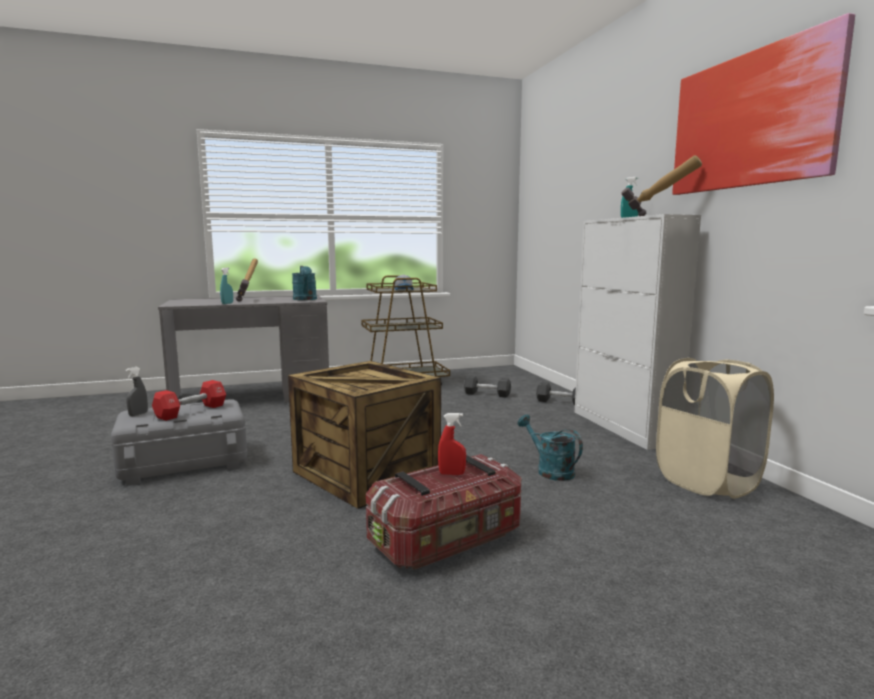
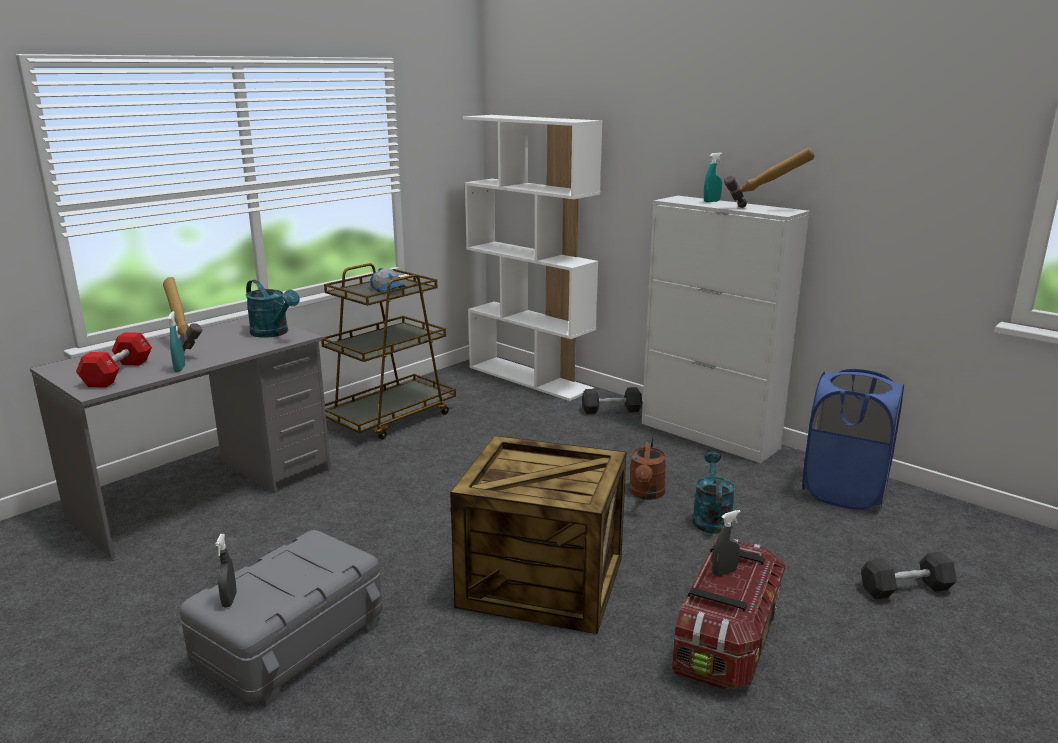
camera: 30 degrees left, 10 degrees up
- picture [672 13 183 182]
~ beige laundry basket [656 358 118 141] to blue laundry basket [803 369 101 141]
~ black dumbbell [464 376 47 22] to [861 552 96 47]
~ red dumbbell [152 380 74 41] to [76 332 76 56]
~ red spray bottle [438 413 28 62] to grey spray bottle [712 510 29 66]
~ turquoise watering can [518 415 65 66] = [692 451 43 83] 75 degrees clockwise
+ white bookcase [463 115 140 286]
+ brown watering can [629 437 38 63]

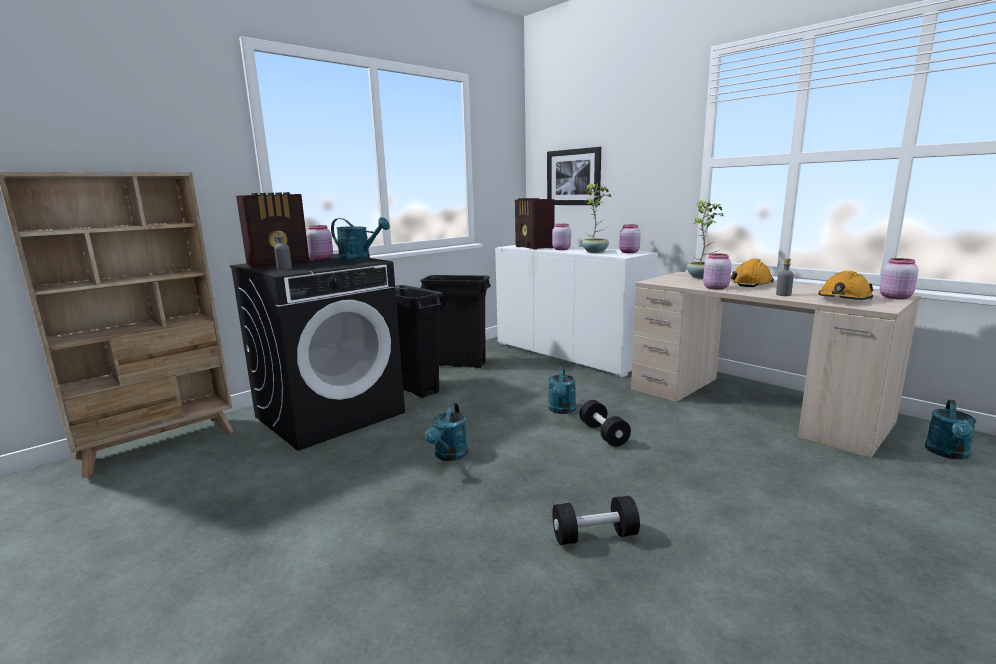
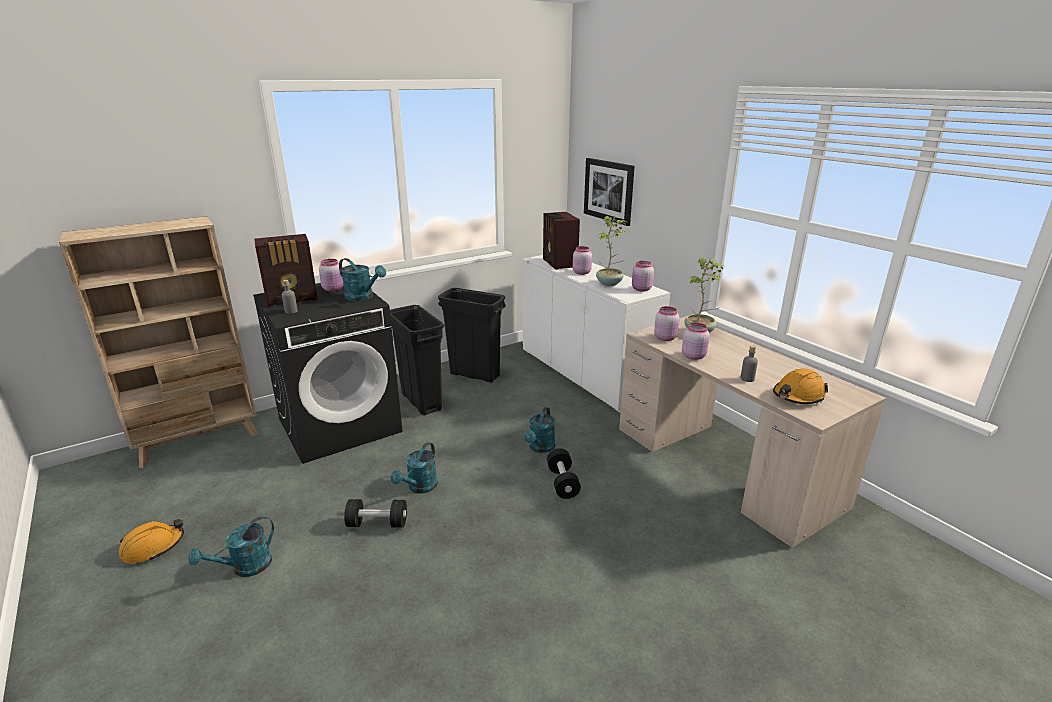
camera: 10 degrees right, 10 degrees up
~ pink jar [879 258 40 41] to [654 306 26 35]
~ orange hard hat [731 259 43 28] to [119 519 65 45]
~ turquoise watering can [925 400 52 60] to [188 516 86 61]
~ black dumbbell [552 496 88 49] to [344 499 63 29]

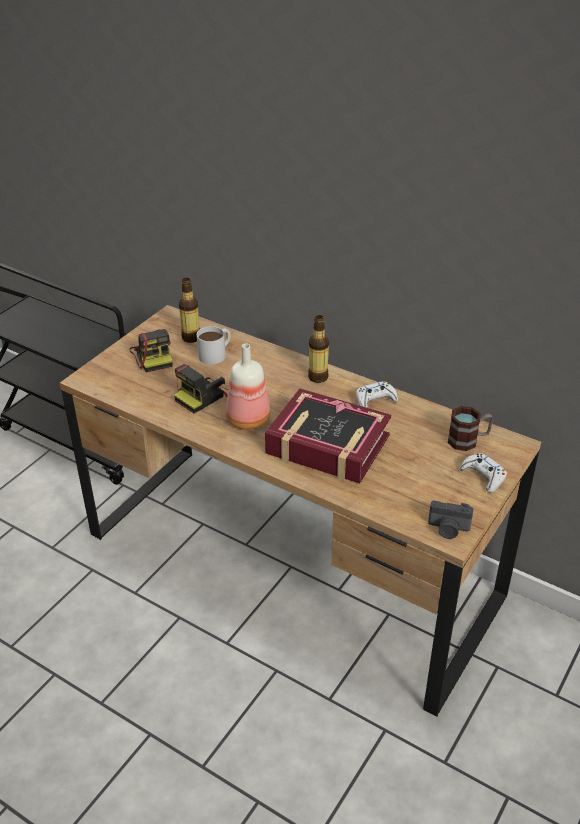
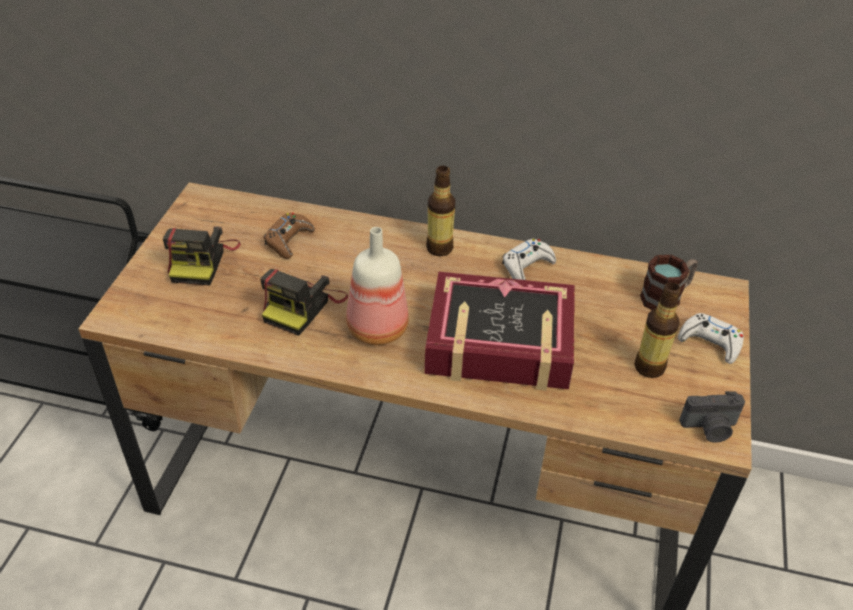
camera: 20 degrees left, 5 degrees up
~ bottle [179 278 21 65] to [634 282 47 96]
~ white mug [197 326 33 38] to brown game controller [264 212 51 47]
~ photo camera [130 329 42 44] = [163 226 78 59] 45 degrees clockwise

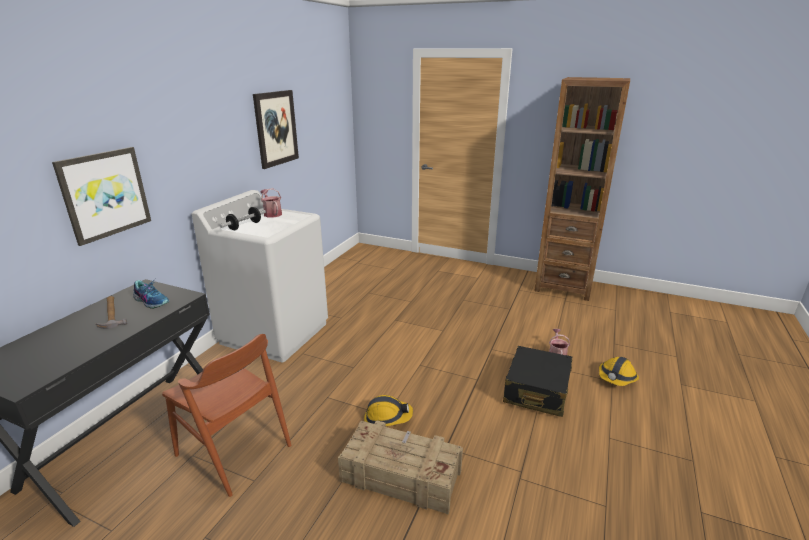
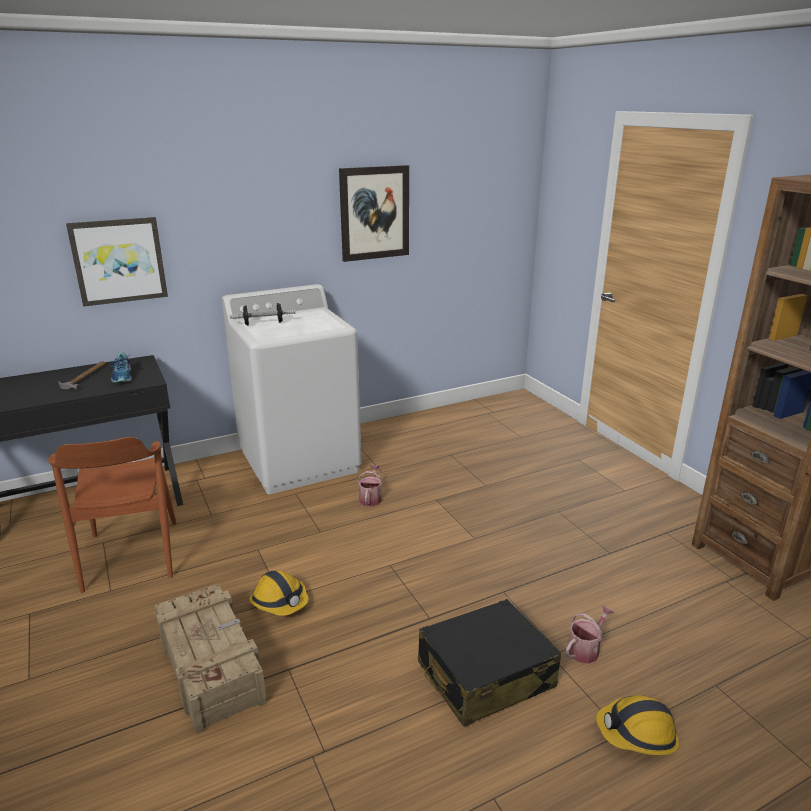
camera: 40 degrees right, 0 degrees up
~ watering can [261 188 21 30] to [358 465 25 42]

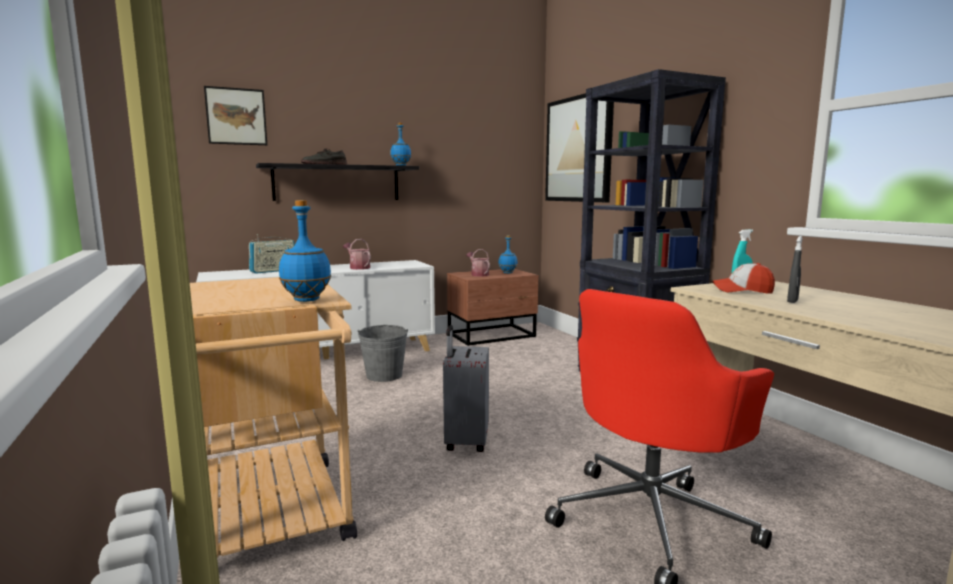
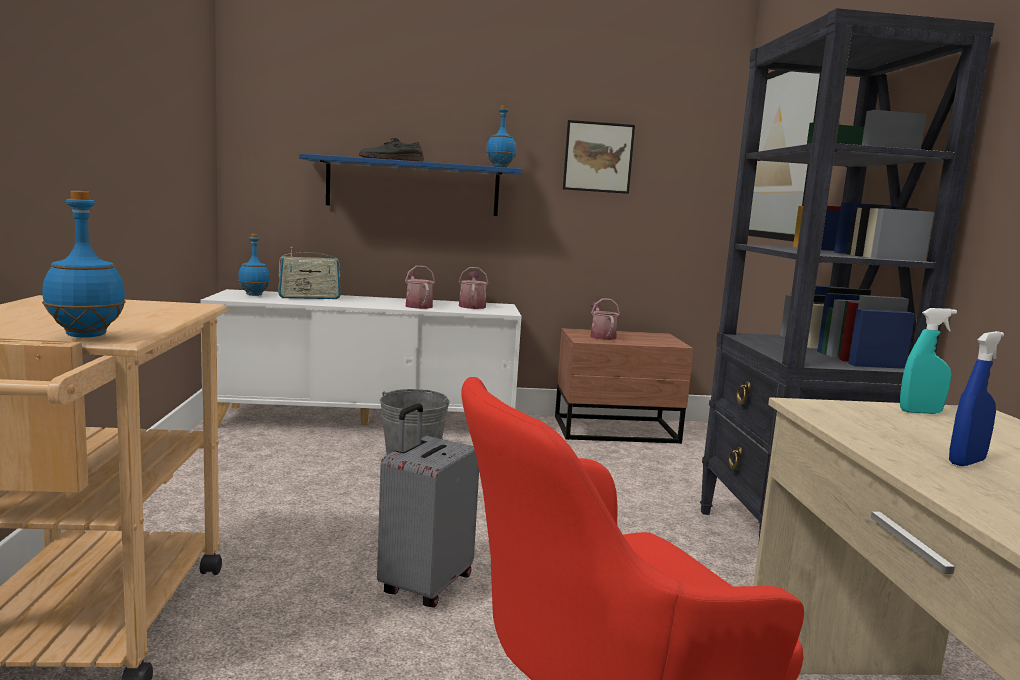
camera: 20 degrees right, 0 degrees up
~ picture [204 86 63 59] to [563 120 72 74]
~ black shelf [256 163 163 38] to blue shelf [299 153 223 63]
~ blue bottle [499 235 19 39] to [238 234 32 62]
~ grey spray bottle [787 236 16 67] to blue spray bottle [949 331 55 135]
- cap [713 263 62 31]
+ watering can [459 267 30 42]

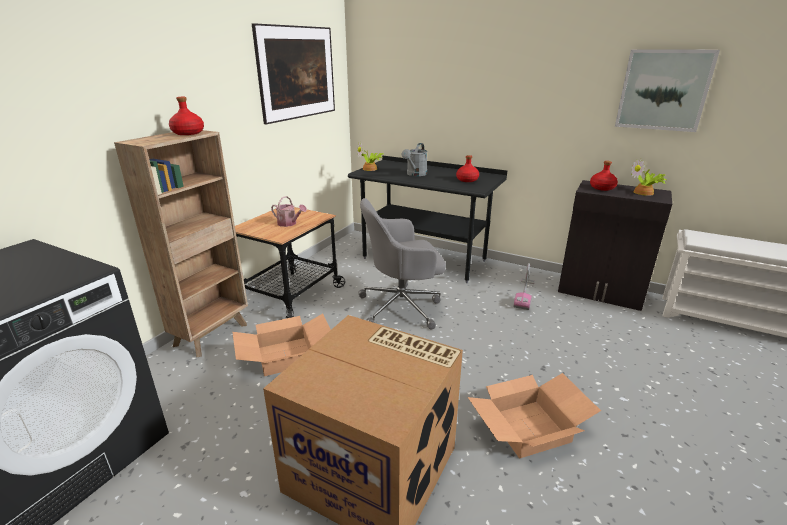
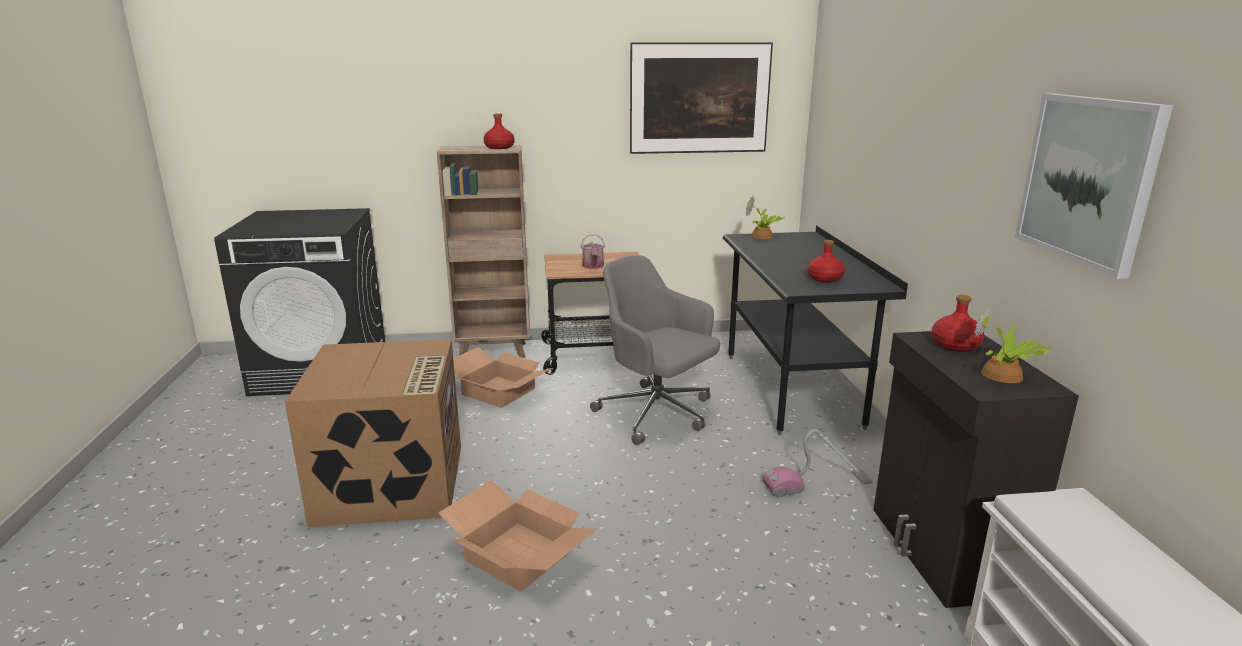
camera: 55 degrees right, 5 degrees down
- grey watering can [402 143 25 33]

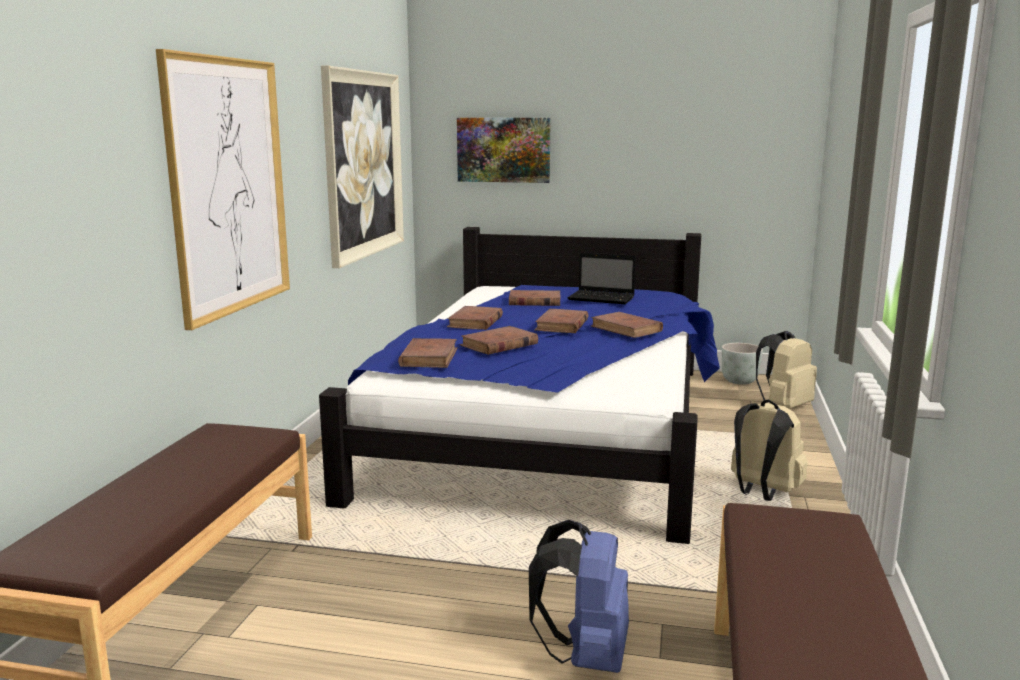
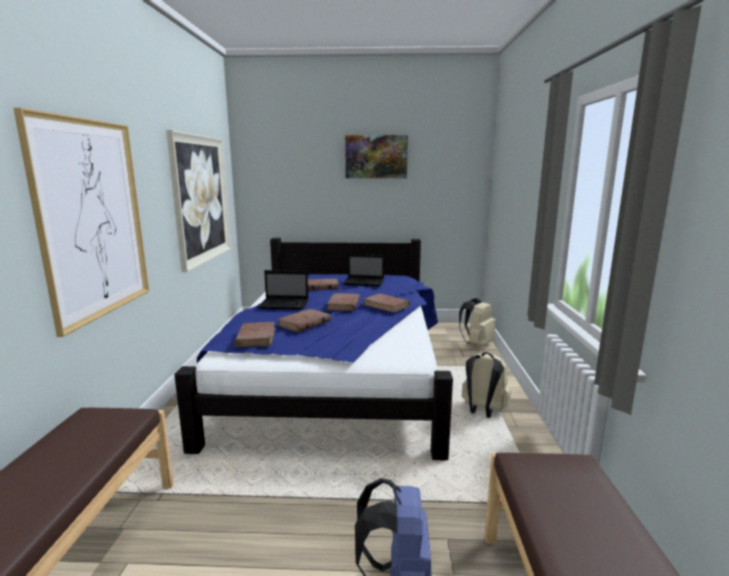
camera: 10 degrees left, 0 degrees up
~ picture [457 118 94 65] to [345 135 63 43]
~ brown book [447 306 56 24] to laptop [258 270 51 40]
- grey planter [722 343 41 42]

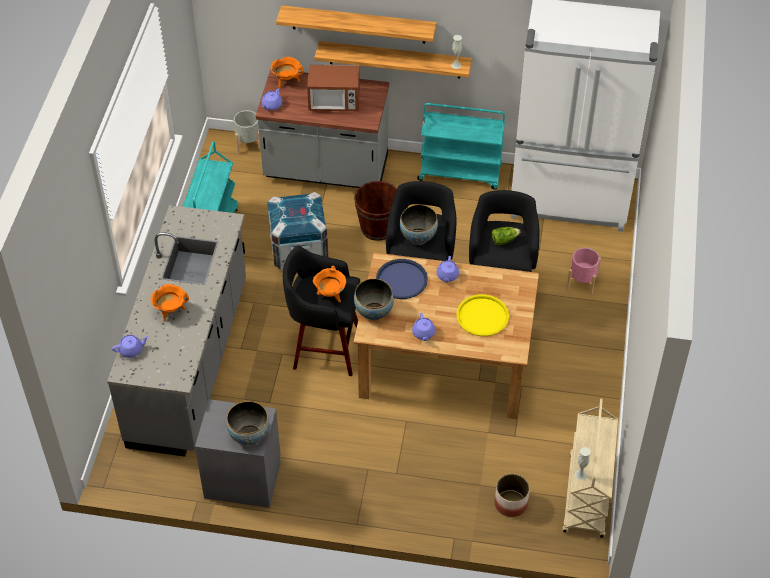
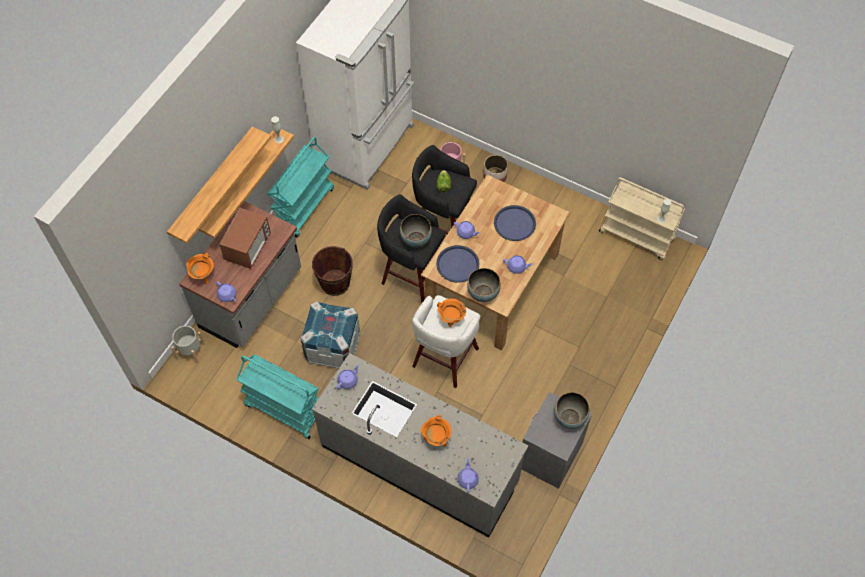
camera: 70 degrees left, 10 degrees up
~ black stool [283 245 77 131] to white stool [412 295 68 93]
~ yellow tray [456 294 53 42] to blue tray [494 205 42 36]
~ planter [494 474 36 43] to [483 155 25 27]
+ purple teapot [336 364 23 25]

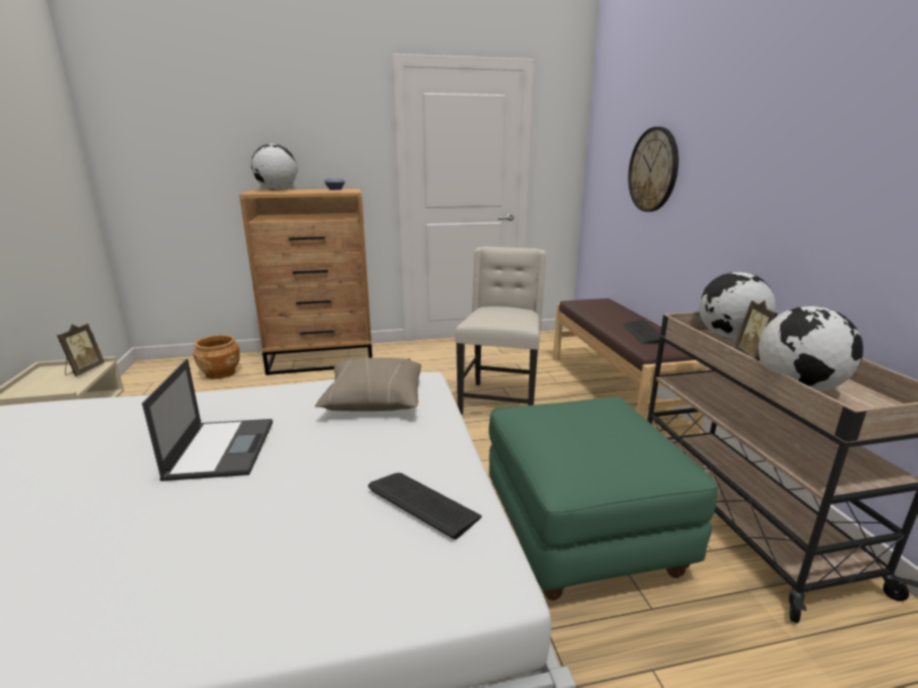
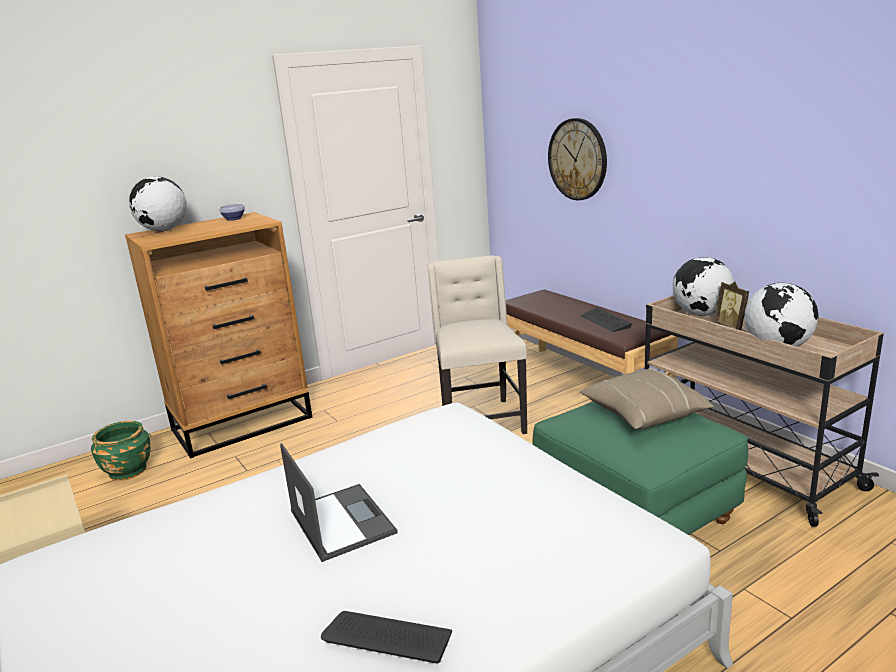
camera: 20 degrees left, 0 degrees up
- picture frame [57 324 48 52]
~ brown planter [193 335 47 44] to green planter [91 421 59 60]
~ beige pillow [315 358 106 53] to [579 368 135 62]
~ keyboard [368 473 114 67] to [321 611 131 53]

